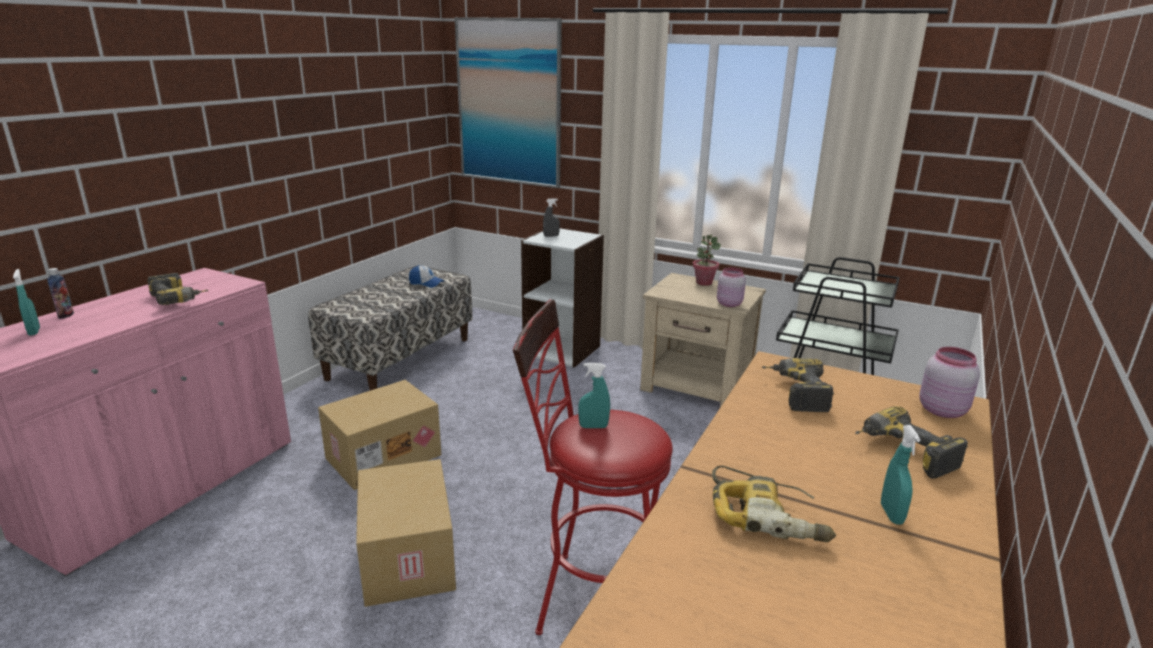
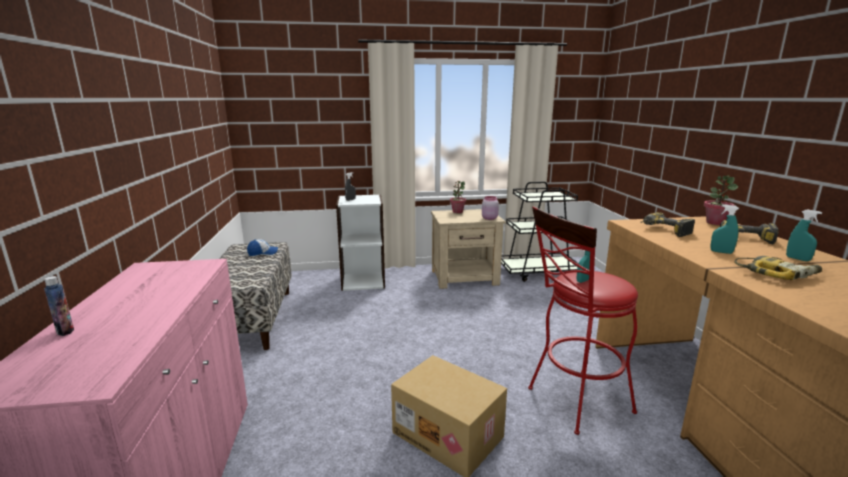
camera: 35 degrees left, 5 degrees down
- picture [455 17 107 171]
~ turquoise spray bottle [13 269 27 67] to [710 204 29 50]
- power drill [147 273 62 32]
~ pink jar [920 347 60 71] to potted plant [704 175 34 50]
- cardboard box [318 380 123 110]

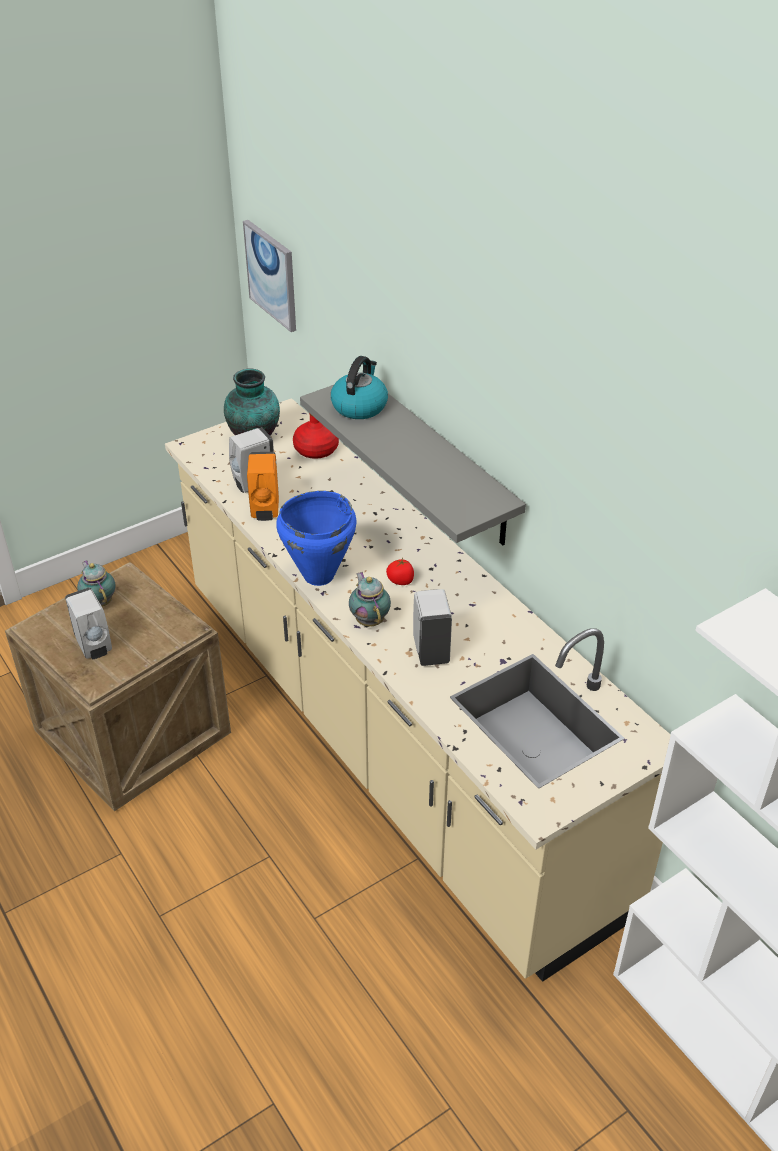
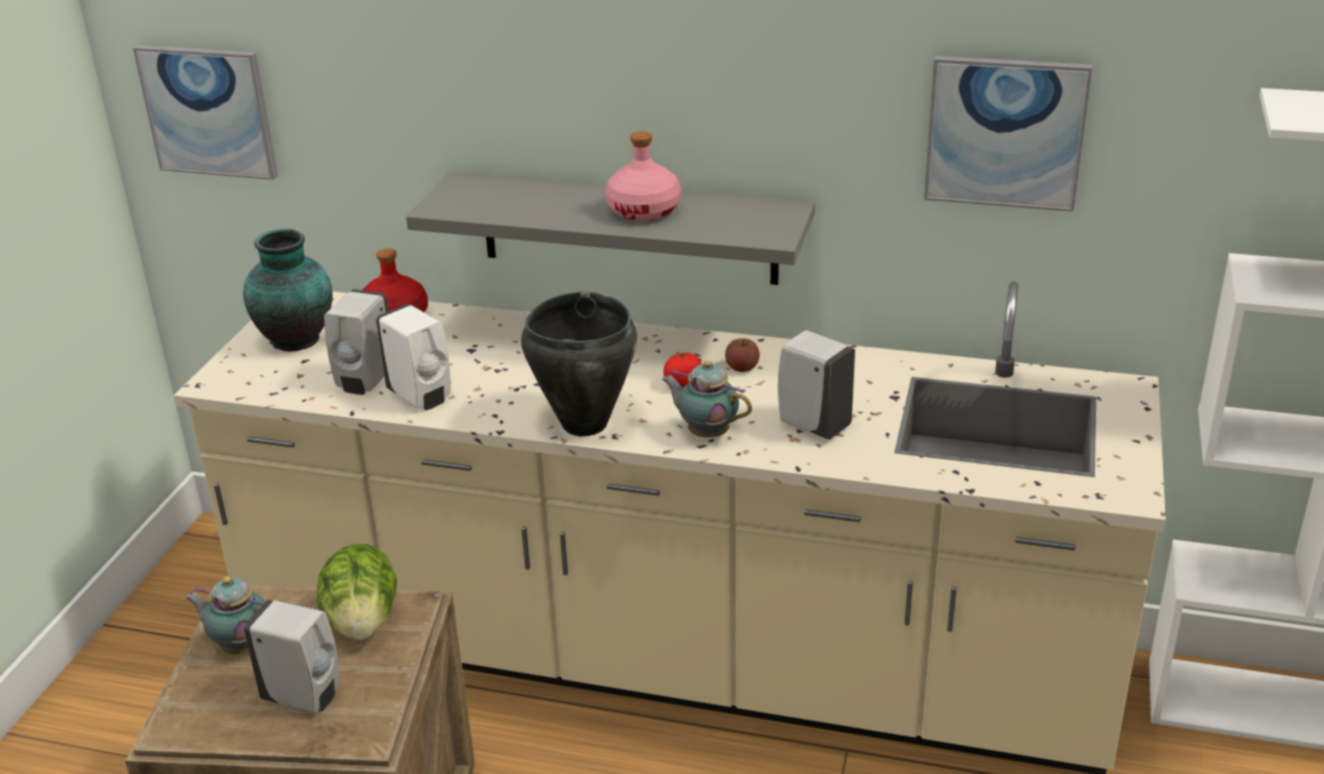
camera: 40 degrees left, 10 degrees down
- kettle [331 356 57 63]
~ orange soap dispenser [247 452 32 69] to white soap dispenser [376 304 75 106]
~ blue cooking pot [276 491 80 95] to black cooking pot [521 292 116 144]
+ picture [924 56 168 156]
+ pink bottle [605 131 76 90]
+ apple [725 338 35 34]
+ lettuce [317 543 80 97]

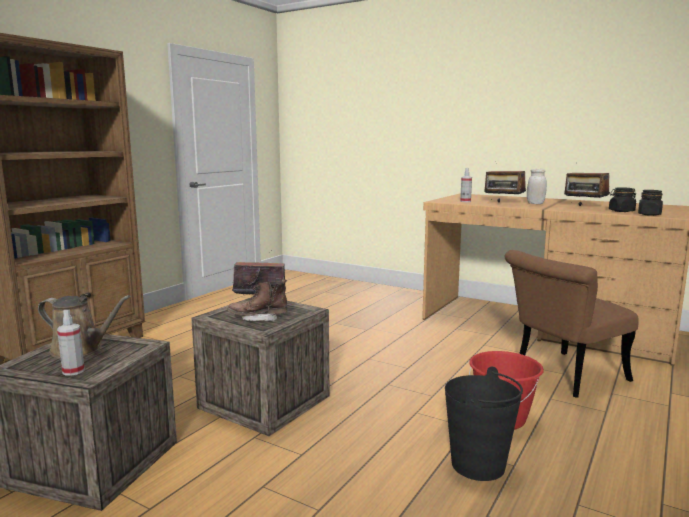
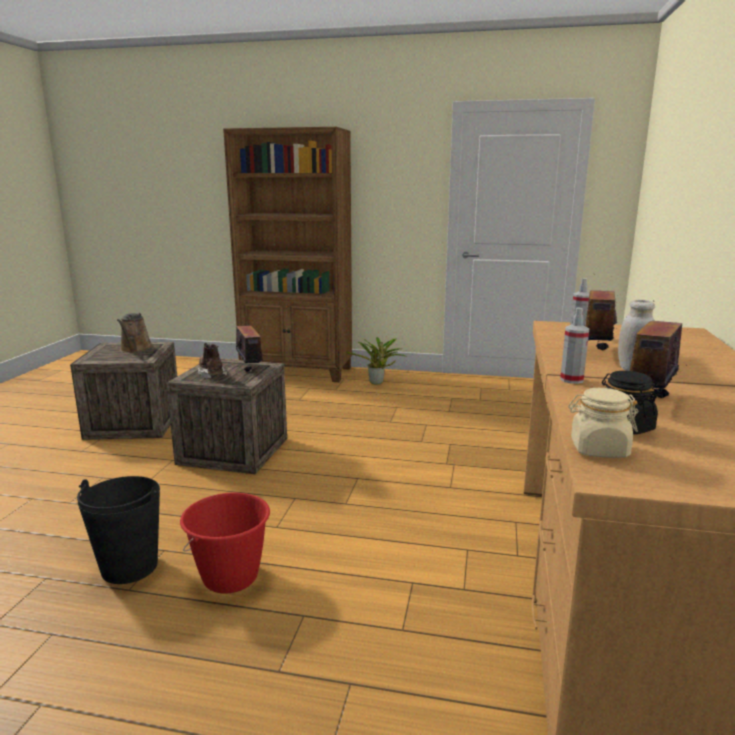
camera: 70 degrees right, 5 degrees up
~ black jar [638 190 25 26] to beige jar [568 388 70 70]
- brown chair [505 250 134 148]
~ spray bottle [57 310 28 66] to [560 307 29 77]
+ potted plant [346 337 62 48]

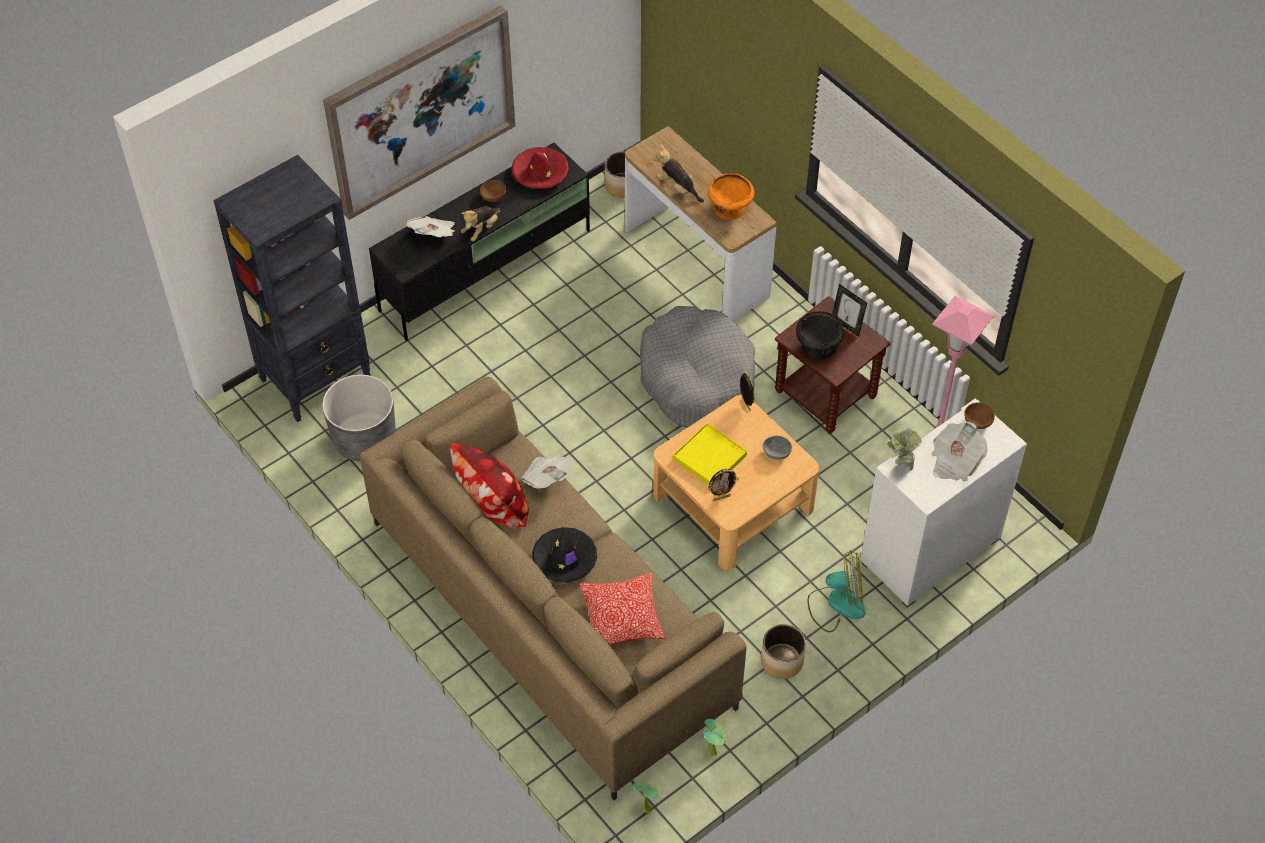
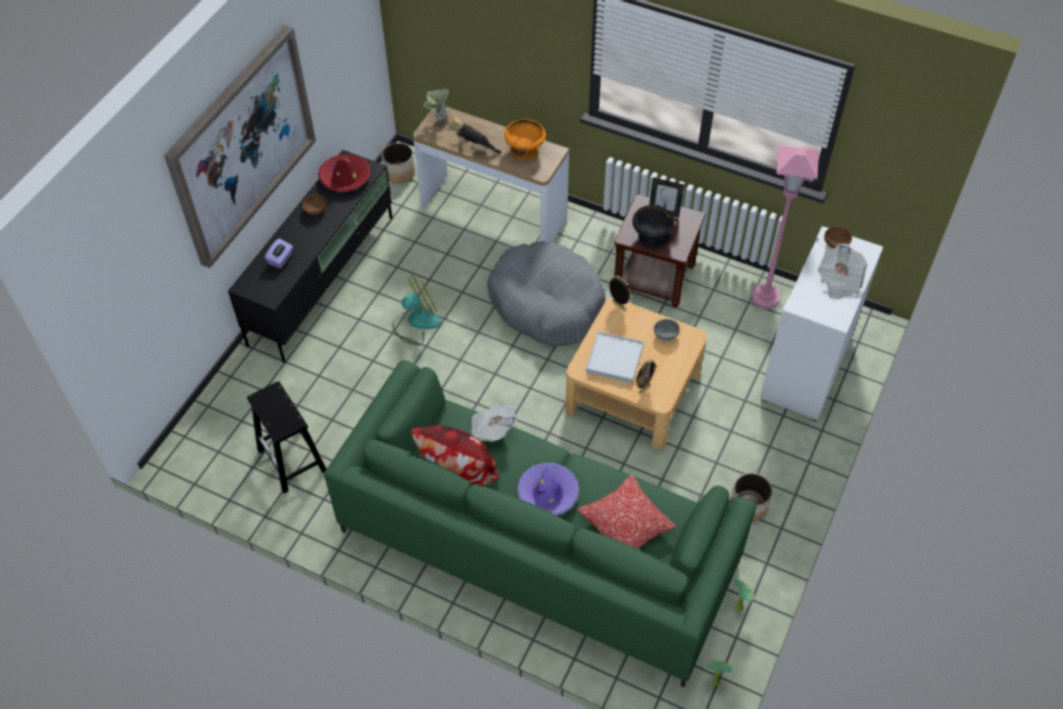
camera: 25 degrees left, 0 degrees up
- black bookcase [213 155 158 267]
- plush toy [461 206 40 35]
~ newspaper [407 216 48 21] to purple tissue box [264 239 29 30]
~ grey planter [322 374 74 88] to black stool [247 381 79 113]
~ brown sofa [360 377 387 423] to green sofa [324 360 432 327]
~ yellow tray [673 423 74 62] to white tray [586 332 58 51]
~ potted plant [886 429 36 42] to [423 89 26 33]
~ black hat [532 527 65 56] to purple hat [517 463 62 53]
~ fan [807 550 59 82] to [392 274 50 71]

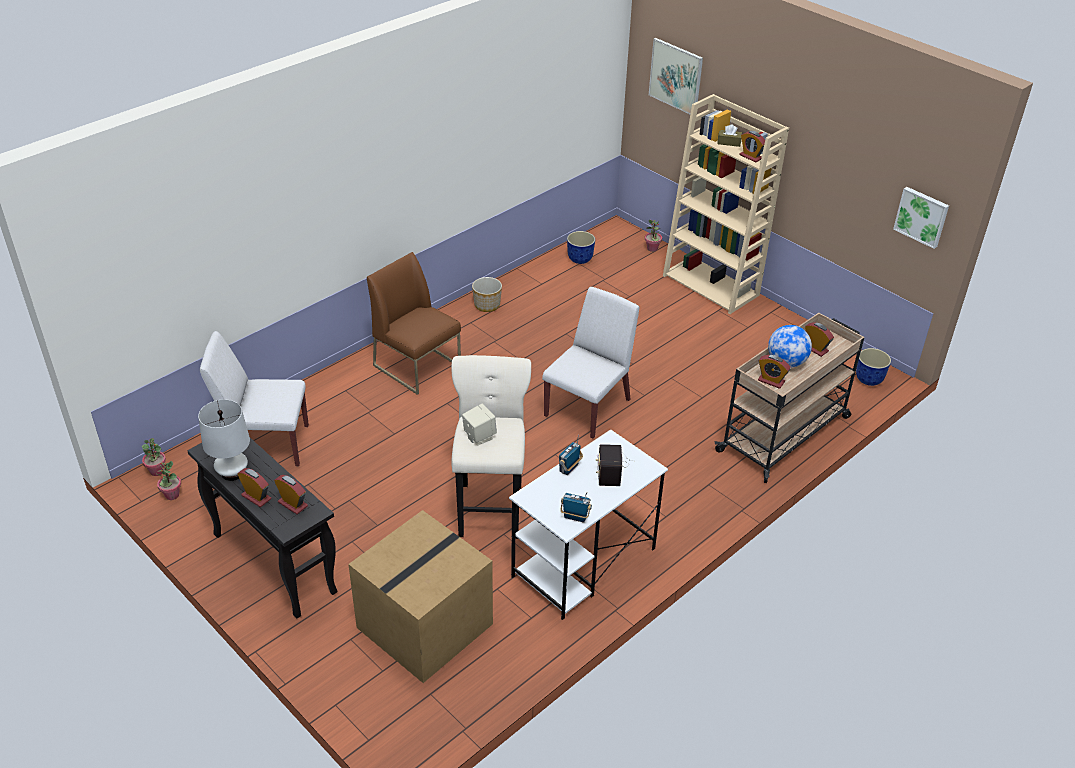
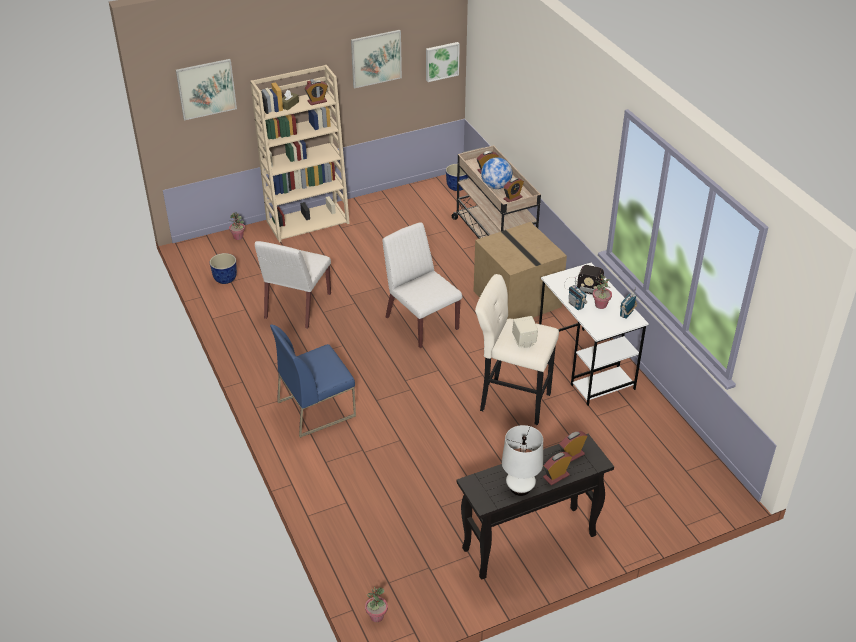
camera: 70 degrees left, 0 degrees up
~ brown chair [367 252 94 143] to blue chair [270 324 86 114]
- planter [472 277 30 35]
~ white chair [200 331 109 135] to [255 241 76 88]
~ potted plant [157 461 24 39] to [593 274 19 35]
~ cardboard box [348 510 145 173] to [474 222 93 97]
+ picture [351 30 51 58]

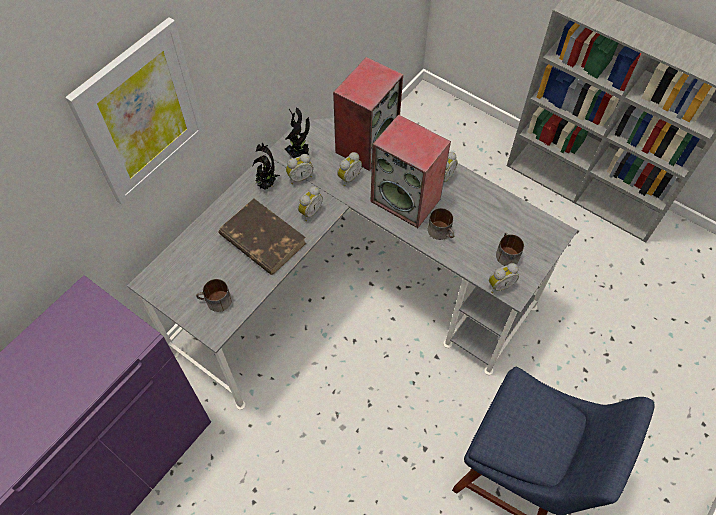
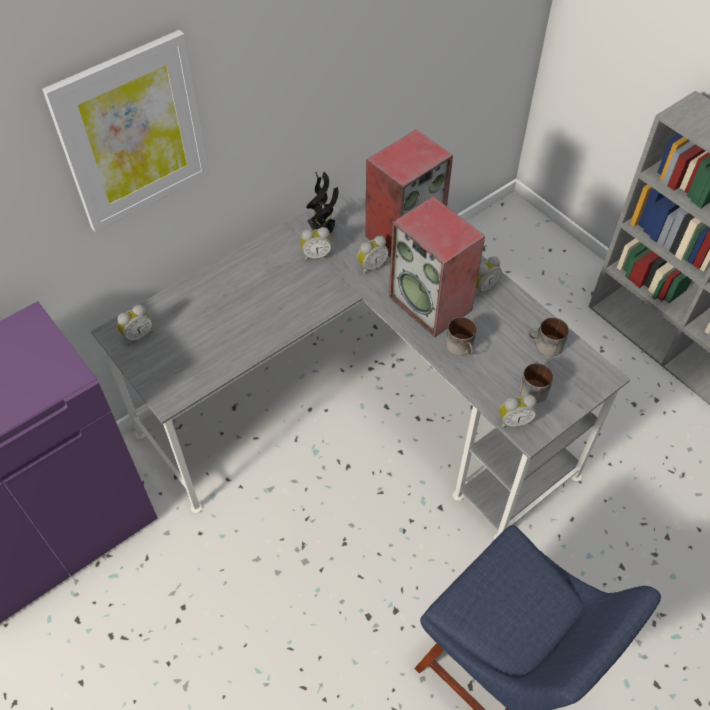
camera: 15 degrees right, 5 degrees down
- potted plant [252 143 28 47]
~ alarm clock [298 186 25 35] to [117 305 36 40]
- brown book [219 199 87 76]
~ mug [196 279 36 33] to [528 317 41 39]

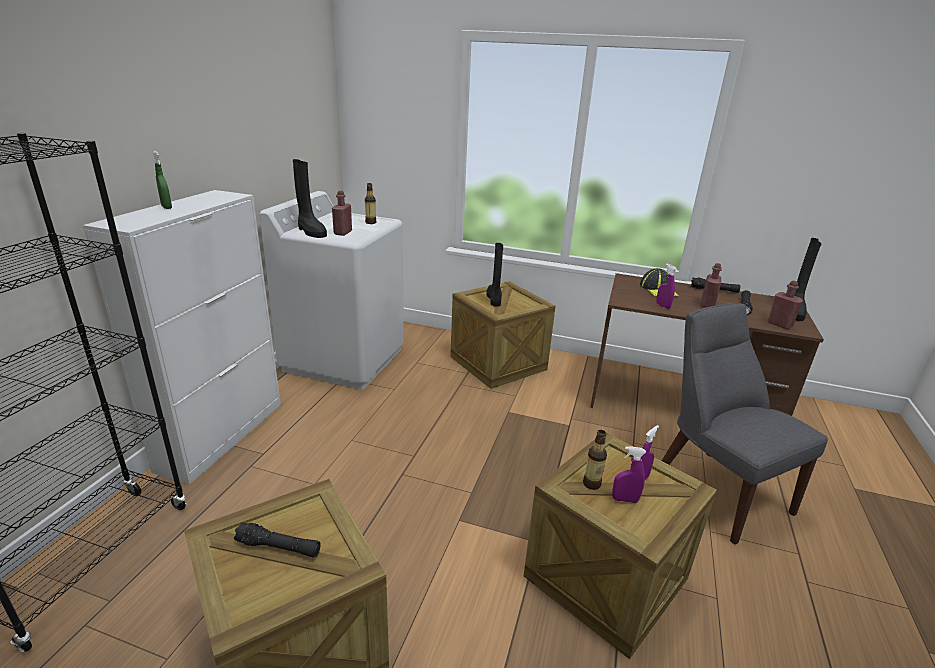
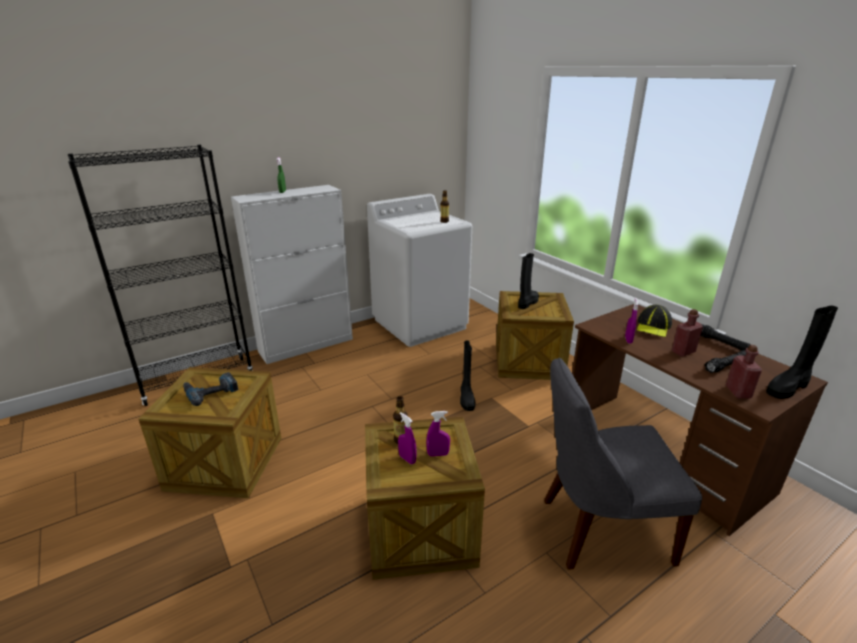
camera: 40 degrees right, 0 degrees up
~ black boot [293 159 34 79] to [460 340 15 71]
- red bottle [332 191 20 45]
~ grey chair [662 303 166 242] = [544 358 158 211] 105 degrees counterclockwise
~ black flashlight [234 522 87 36] to power drill [183 372 55 34]

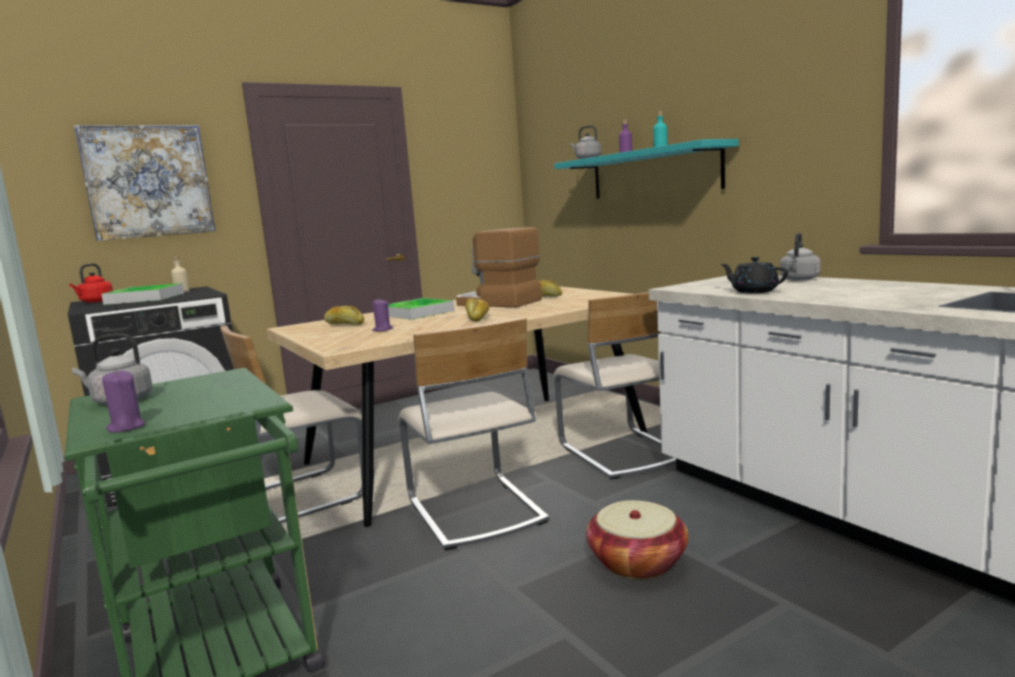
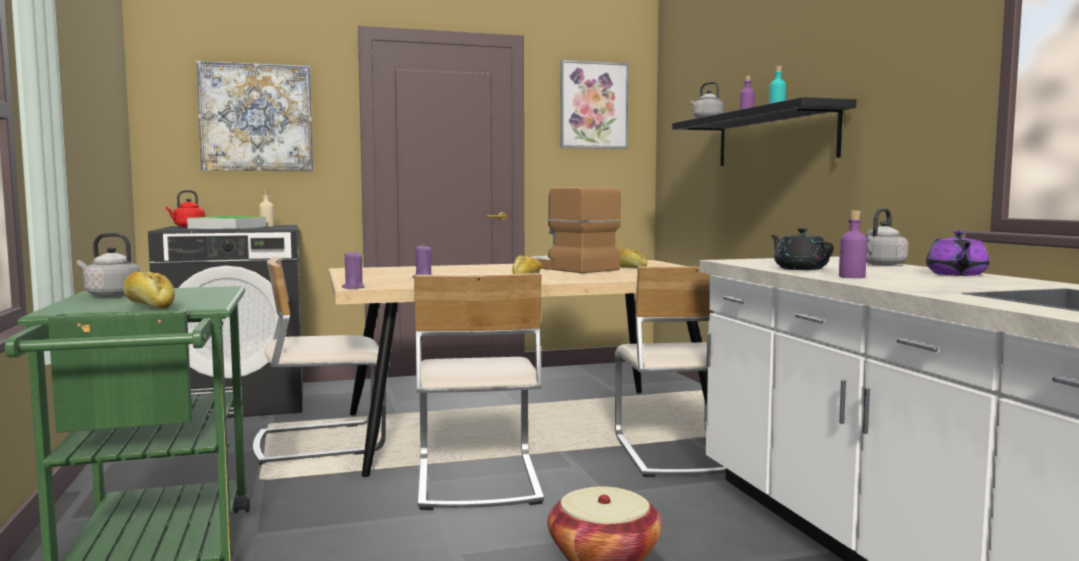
camera: 15 degrees right, 5 degrees down
~ turquoise shelf [554 139 185 60] to black shelf [672 97 184 69]
- tray [388 298 67 22]
~ bread [324 306 40 19] to [123 272 52 37]
~ purple candle [102 370 43 63] to [342 250 23 39]
+ picture [560 60 68 89]
+ purple bottle [839 210 28 68]
+ purple teapot [926 231 63 45]

